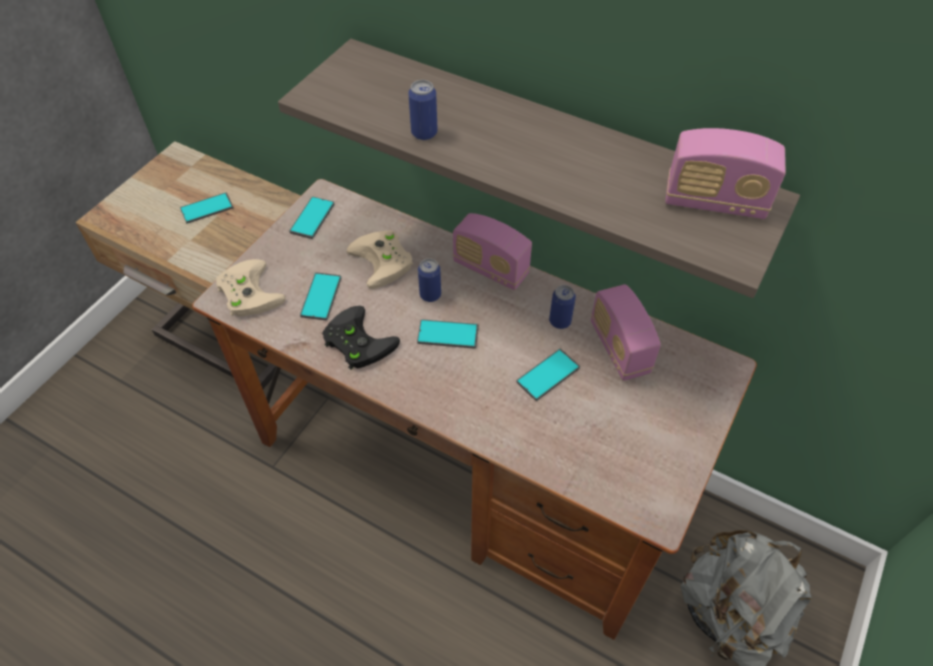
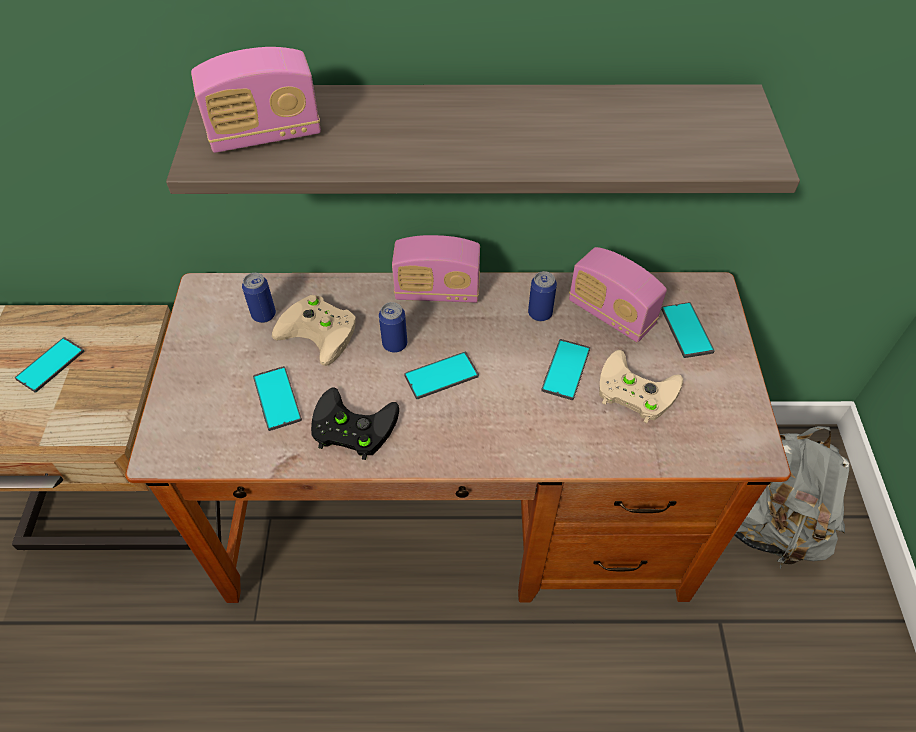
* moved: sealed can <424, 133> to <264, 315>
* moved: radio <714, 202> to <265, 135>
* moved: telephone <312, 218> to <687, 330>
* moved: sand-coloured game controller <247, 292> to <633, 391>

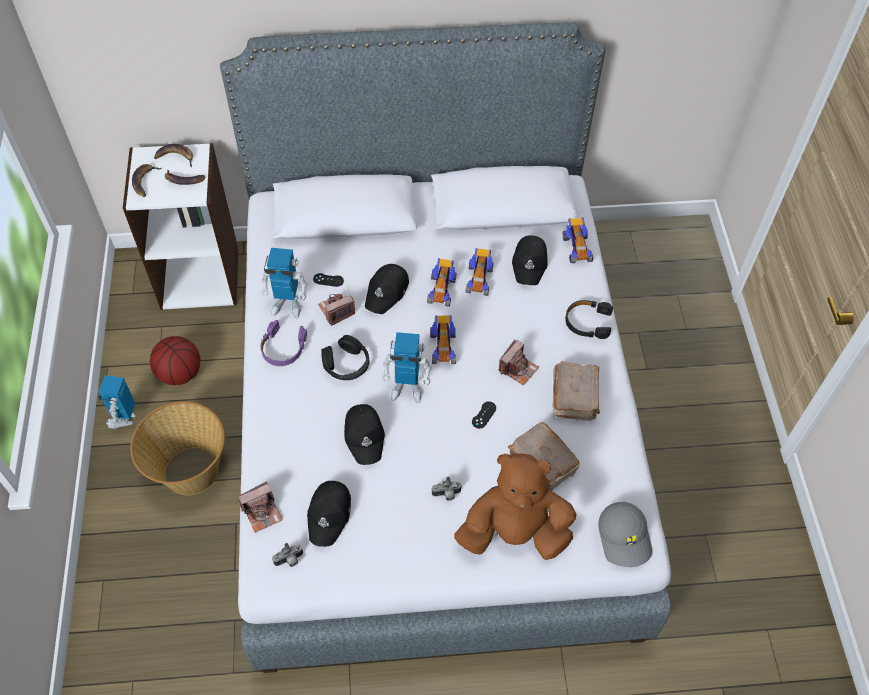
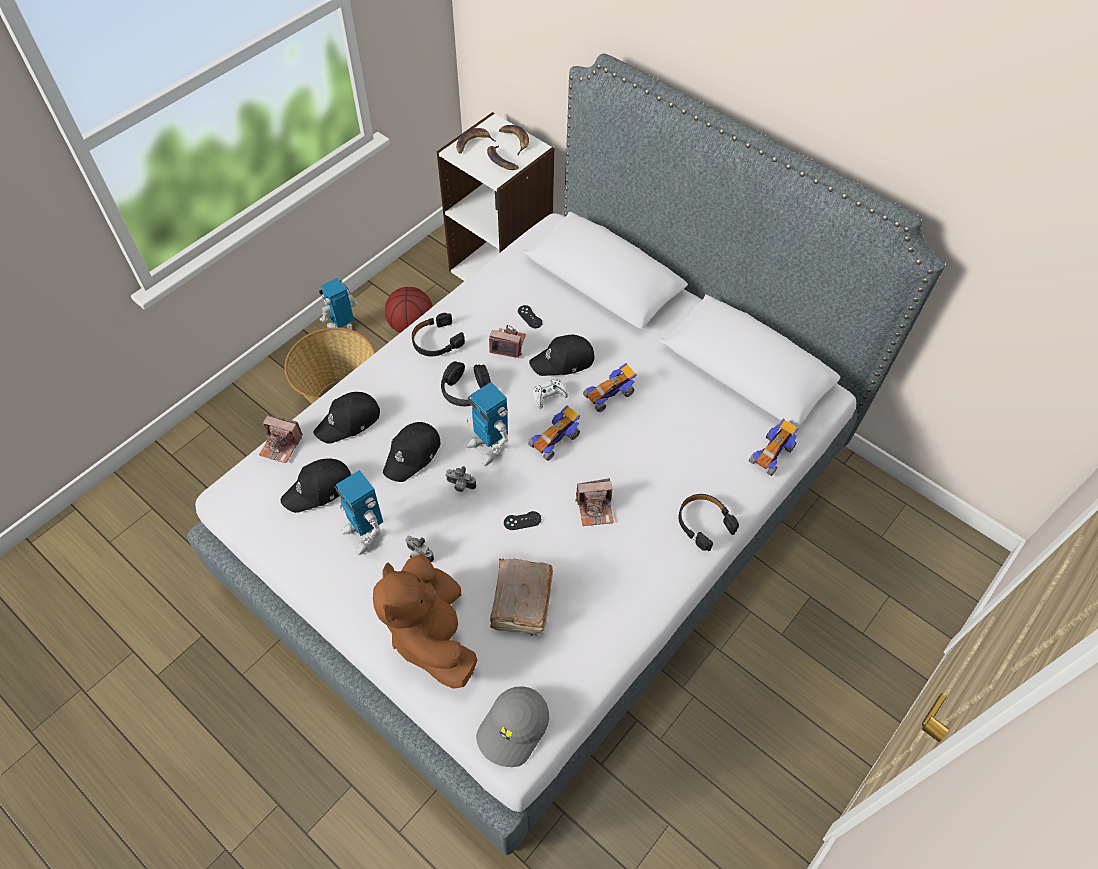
* moved: blackish cap <530, 263> to <349, 421>
* moved: toy robot <287, 305> to <365, 533>
* removed: toy car <479, 279>
* recoloured: purple-coloured pair of headphones <283, 348> to blackish pair of headphones <436, 341>
* removed: brown book <575, 396>
* turned: brown plush toy <514, 533> = <432, 635> 150 degrees counterclockwise
* moved: photo camera <289, 561> to <460, 486>
* added: white game controller <549, 396>

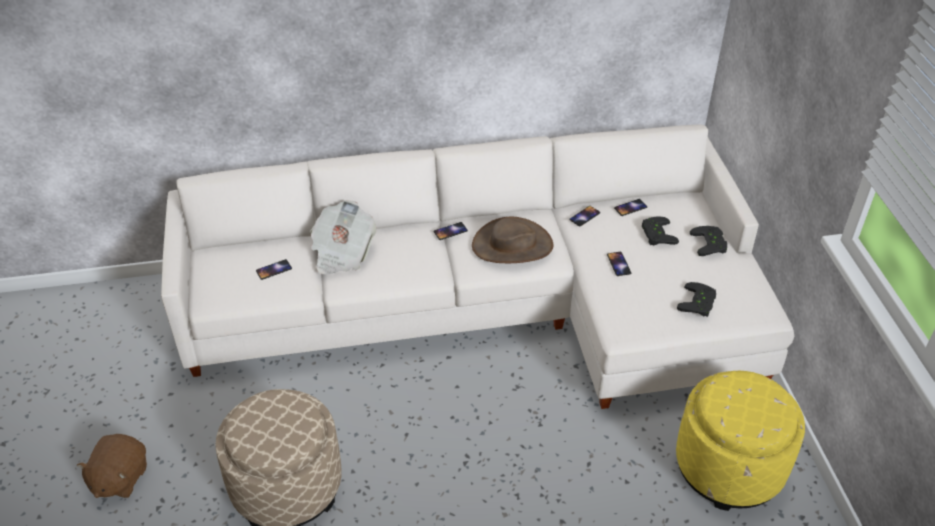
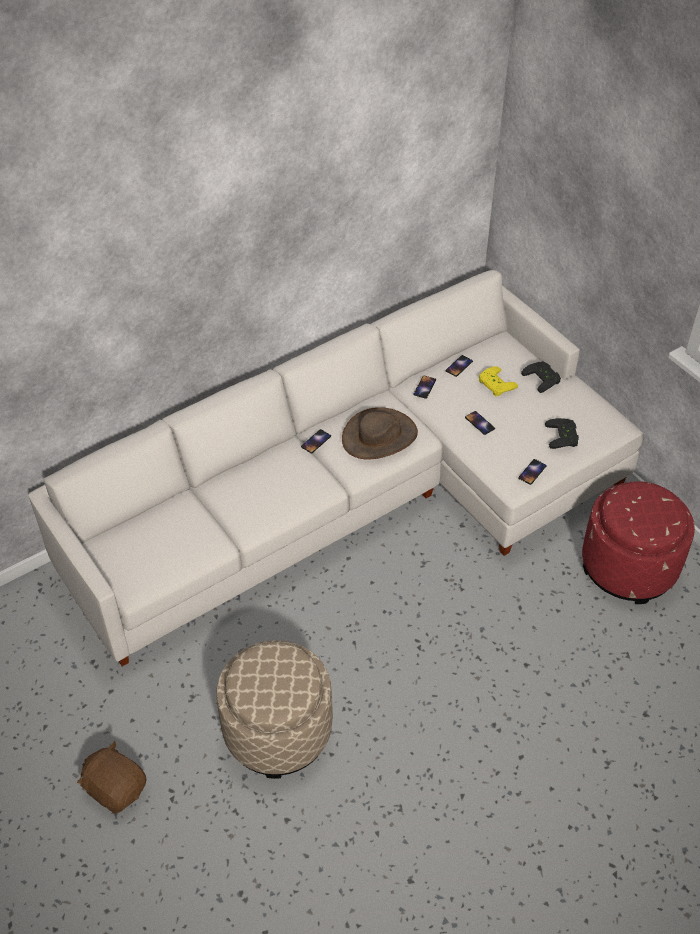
* removed: daily paper <342, 253>
* recoloured: blackish game controller <656, 234> to yellowish game controller <494, 384>
* moved: telephone <274, 270> to <532, 472>
* recoloured: yellowish pouffe <729, 466> to red-coloured pouffe <629, 566>
* turned: brown plush toy <119, 478> = <116, 788> 135 degrees clockwise

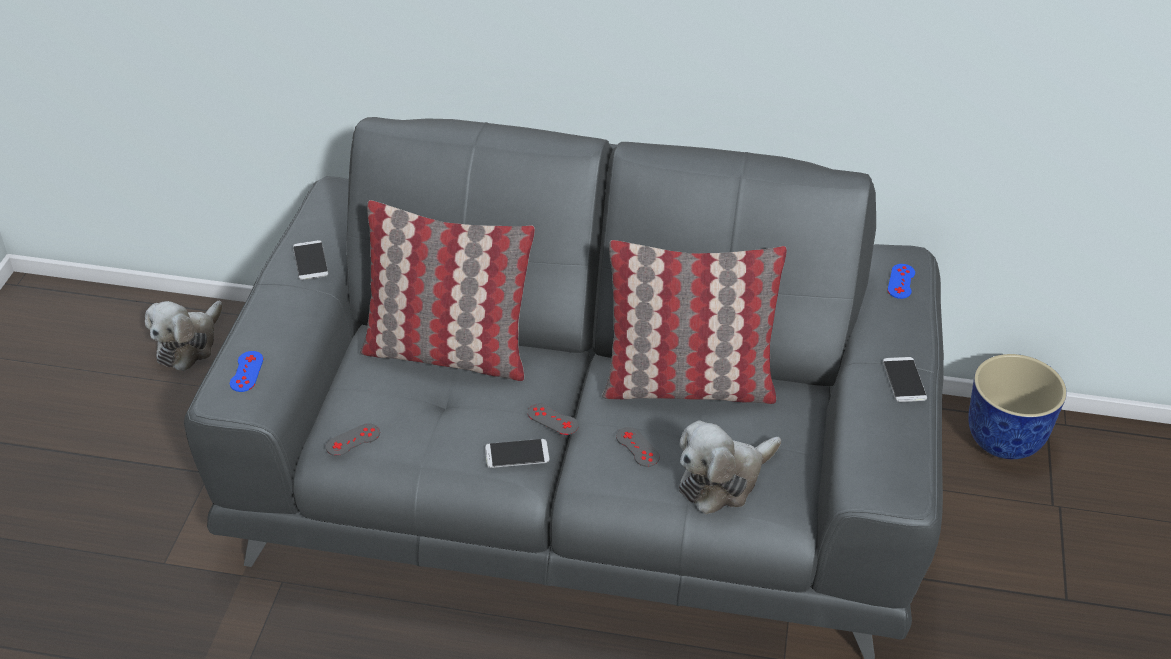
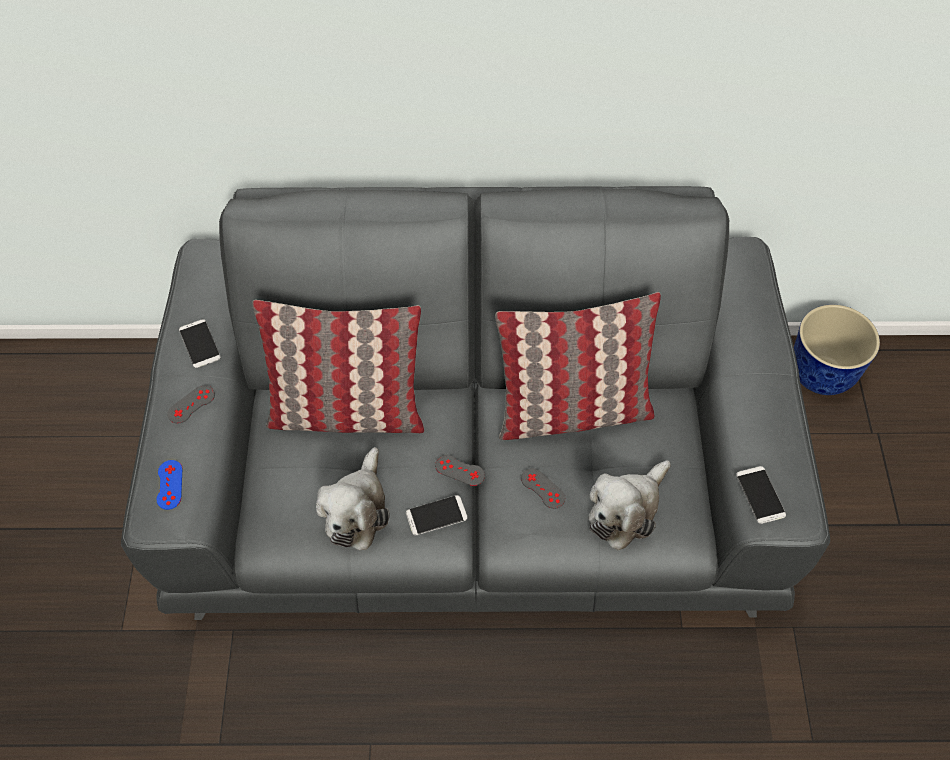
* removed: blue game controller <901, 281>
* moved: plush toy <189, 344> to <357, 510>
* moved: telephone <904, 380> to <760, 495>
* moved: greyish game controller <353, 440> to <191, 404>

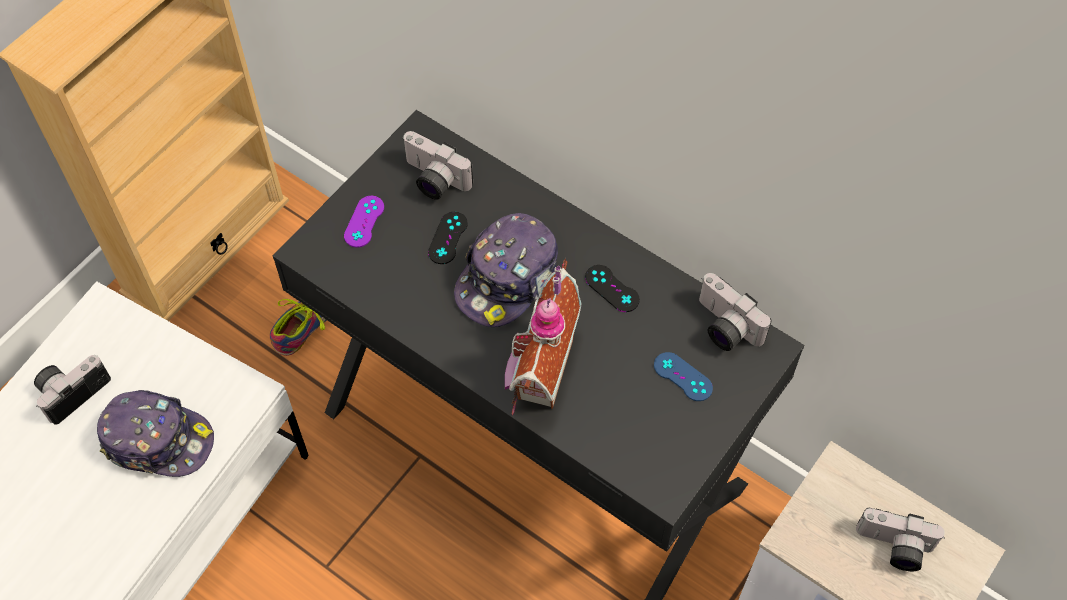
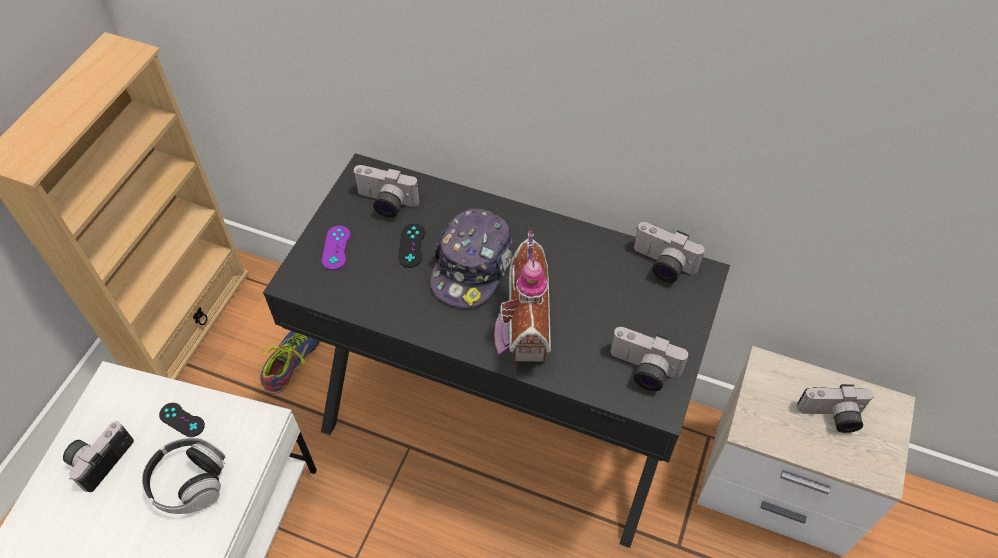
* moved: blackish game controller <612, 288> to <182, 420>
* removed: blue game controller <683, 377>
* replaced: cap <158, 440> to pair of headphones <189, 483>
* added: photo camera <642, 371>

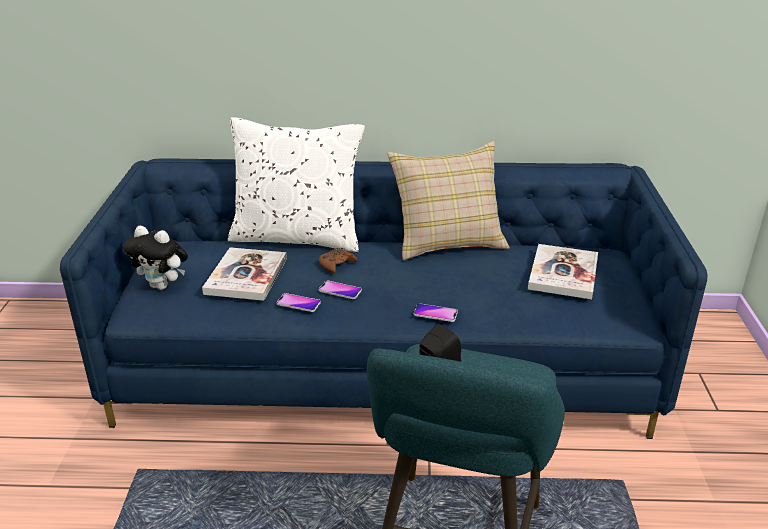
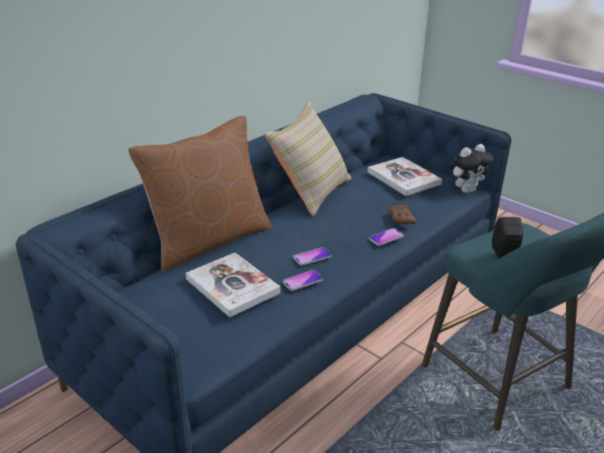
* recoloured: white throw pillow <297, 237> to brown throw pillow <208, 240>
* moved: plush toy <163, 286> to <466, 190>
* moved: brown game controller <336, 264> to <401, 218>

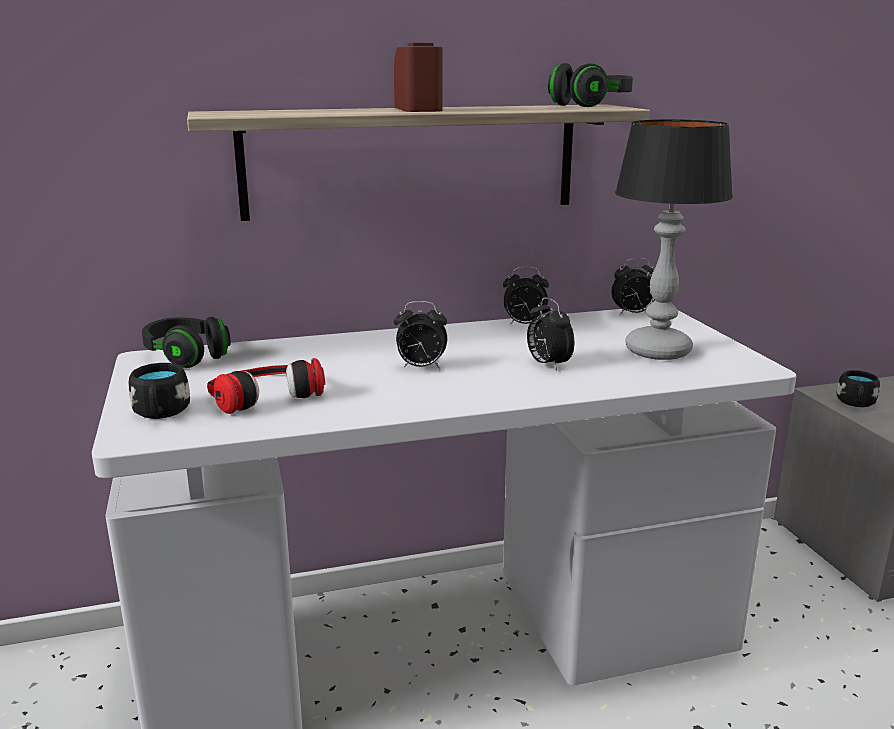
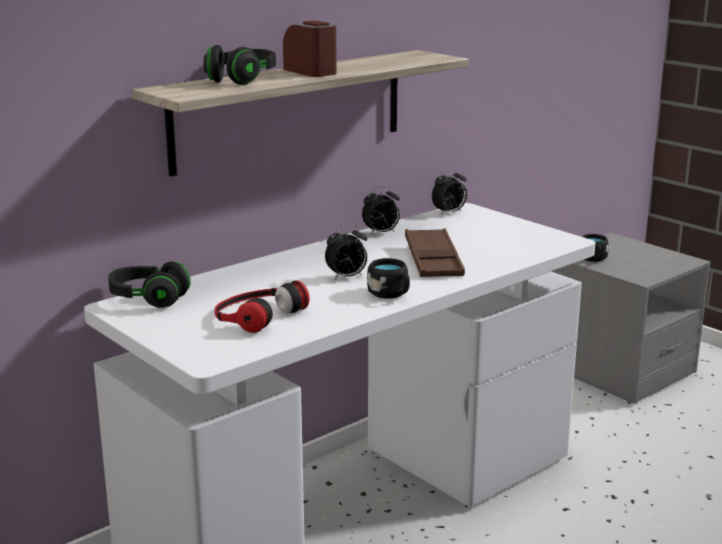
* moved: blackish pair of headphones <591, 105> to <242, 79>
* removed: table lamp <658, 350>
* replaced: alarm clock <547, 365> to brown carrying tray <433, 260>
* moved: blackish tea mug <161, 413> to <391, 294>

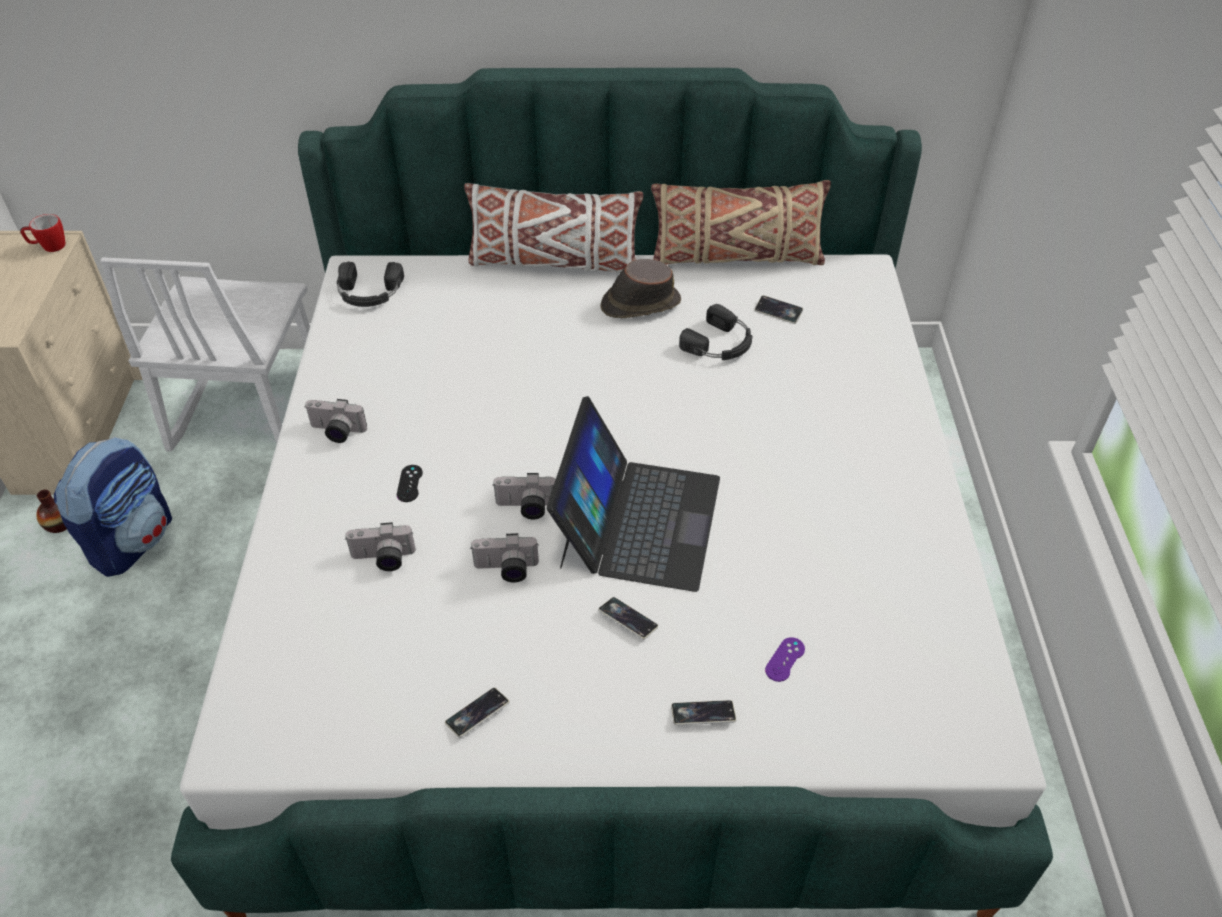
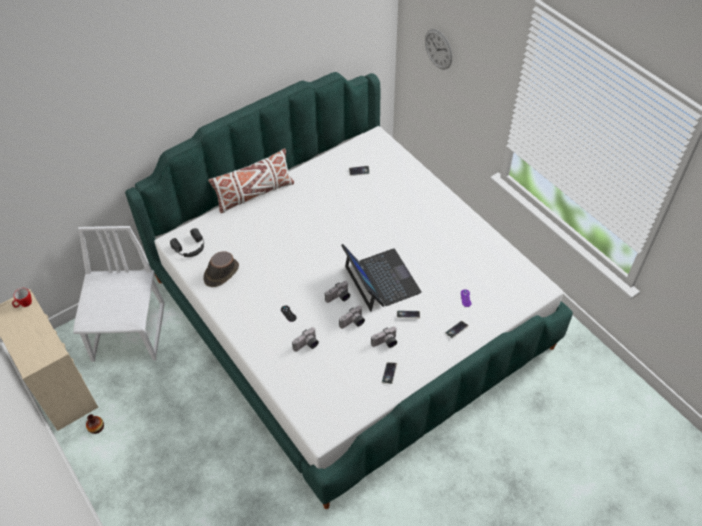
* removed: sand-coloured throw pillow <736, 258>
* turned: white chair <246, 411> = <130, 332> 150 degrees counterclockwise
* moved: brown clothing hat <639, 304> to <221, 273>
* removed: blackish pair of headphones <720, 344>
* moved: photo camera <336, 432> to <385, 343>
* removed: knapsack <133, 540>
* added: wall clock <438, 49>

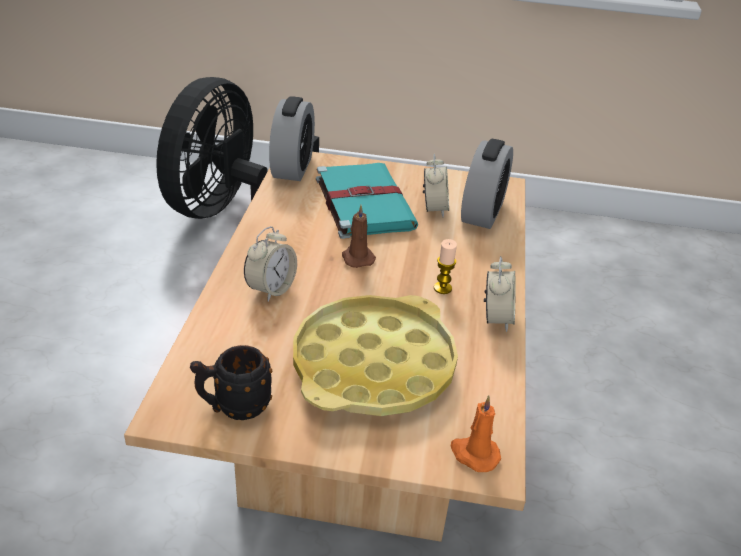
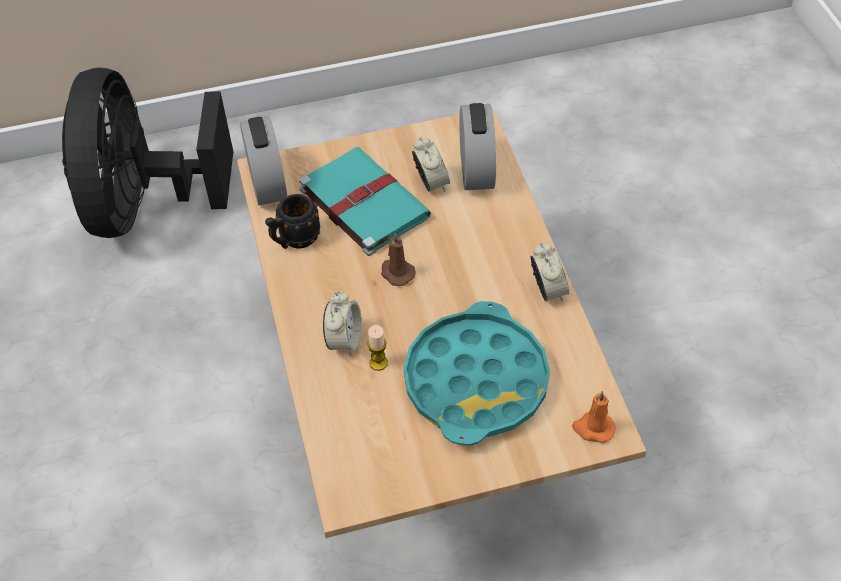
* moved: wax candle <442, 288> to <378, 363>
* recoloured: yellowish carrying tray <374, 365> to blue-green carrying tray <476, 381>
* moved: blackish tea mug <234, 407> to <294, 240>

